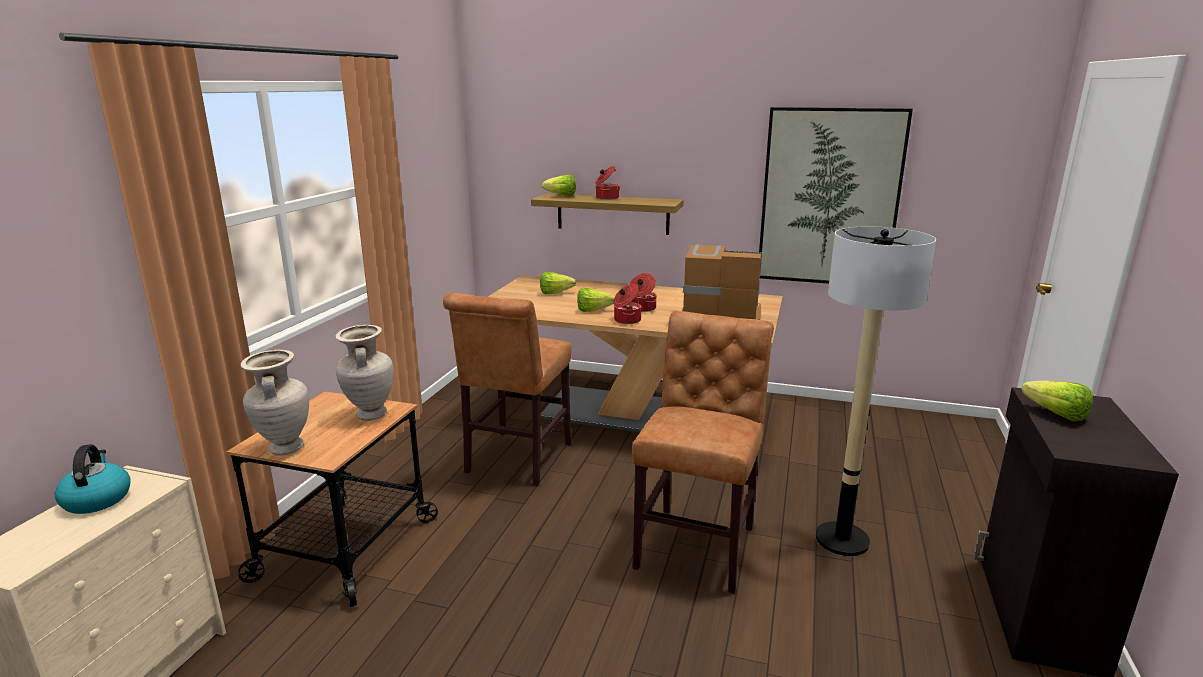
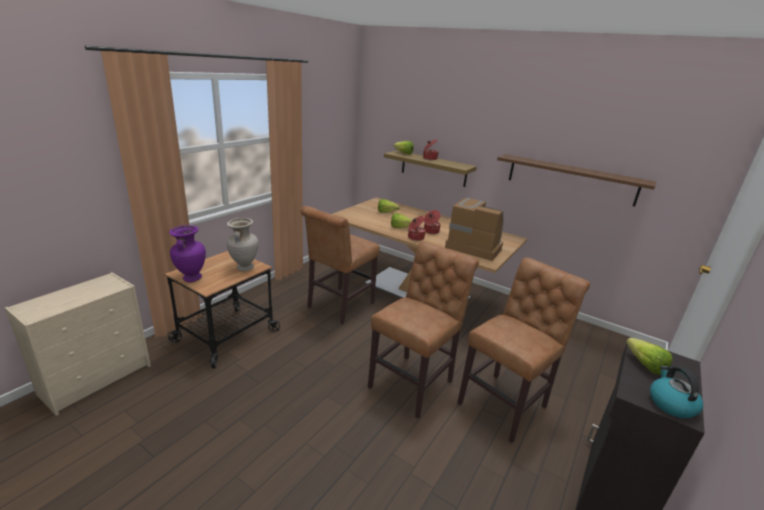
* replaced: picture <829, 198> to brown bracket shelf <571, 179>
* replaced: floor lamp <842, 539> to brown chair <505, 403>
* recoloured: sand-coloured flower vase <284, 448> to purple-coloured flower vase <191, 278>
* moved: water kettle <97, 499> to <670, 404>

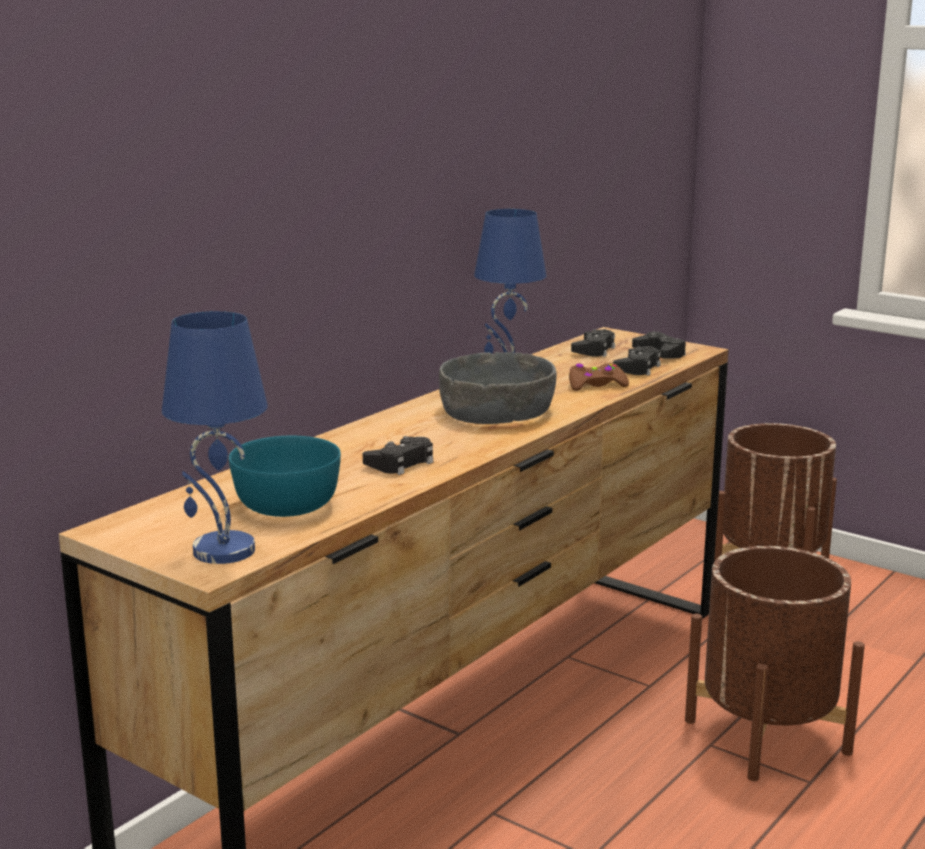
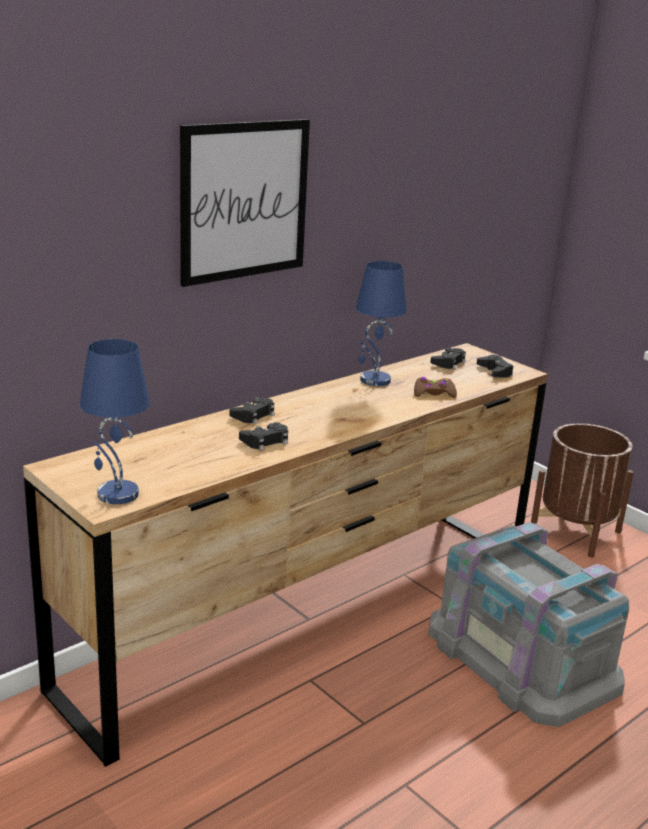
* moved: blackish game controller <637, 368> to <253, 415>
* removed: greyish deep dish <497, 409>
* removed: blue-green deep dish <288, 505>
* replaced: brown flower pot <766, 736> to greyish storage bin <521, 657>
* added: picture <244, 200>

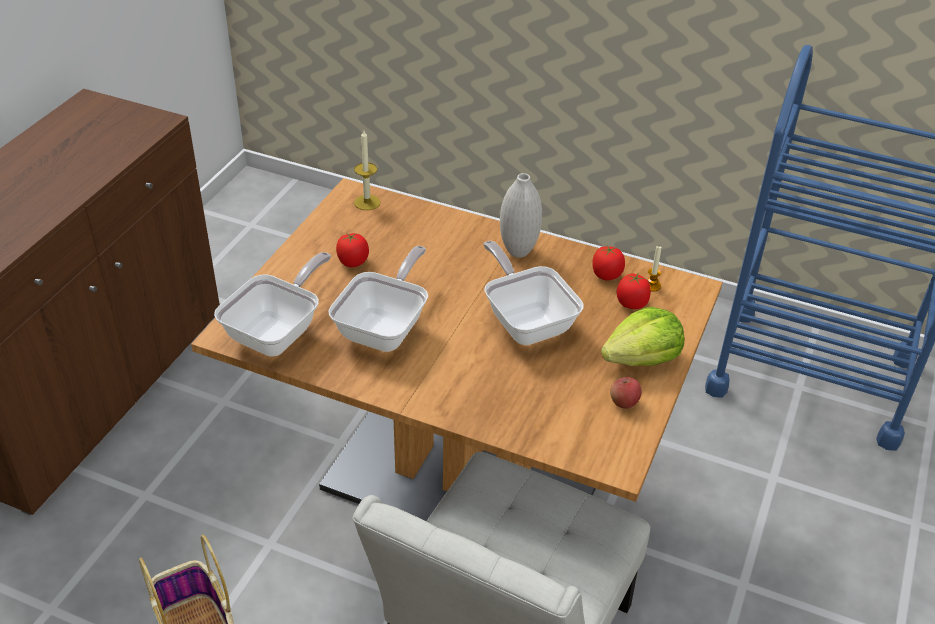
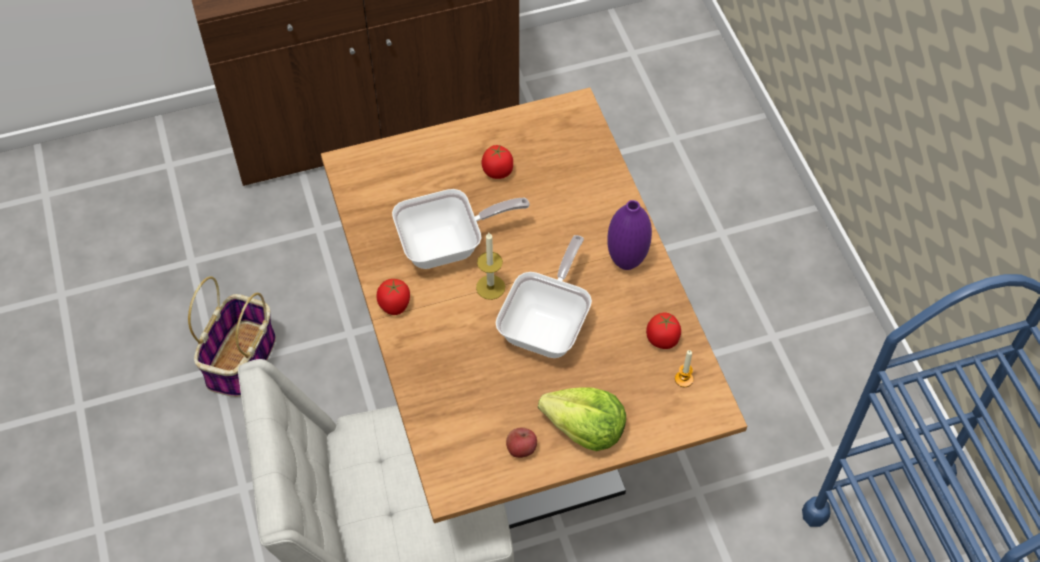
* moved: wax candle <367, 202> to <490, 287>
* recoloured: white flower vase <518, 251> to purple-coloured flower vase <626, 261>
* removed: pan <278, 332>
* moved: tomato <632, 304> to <394, 306>

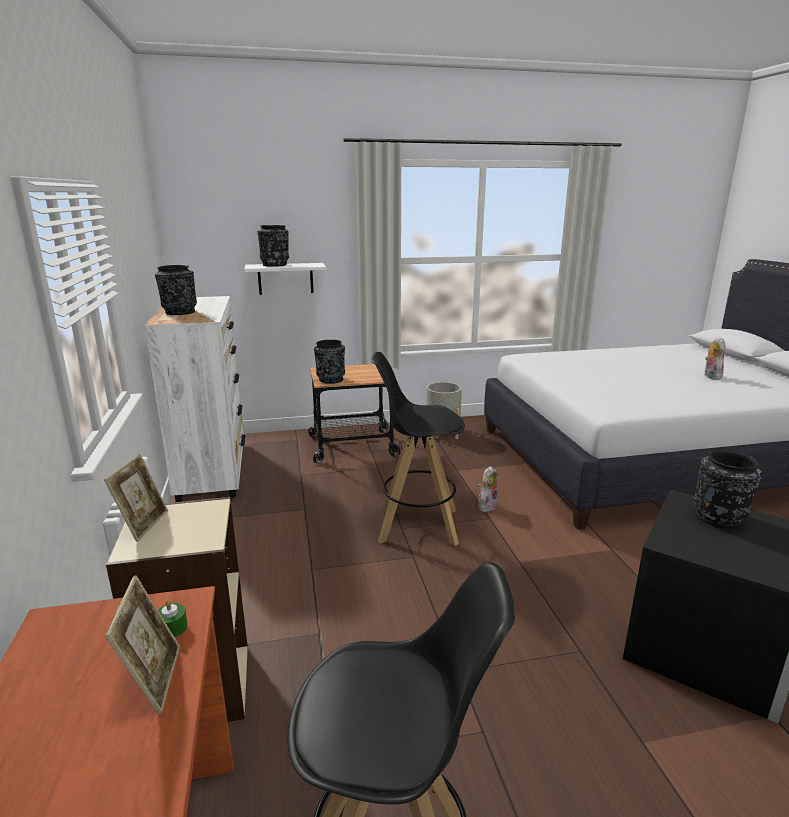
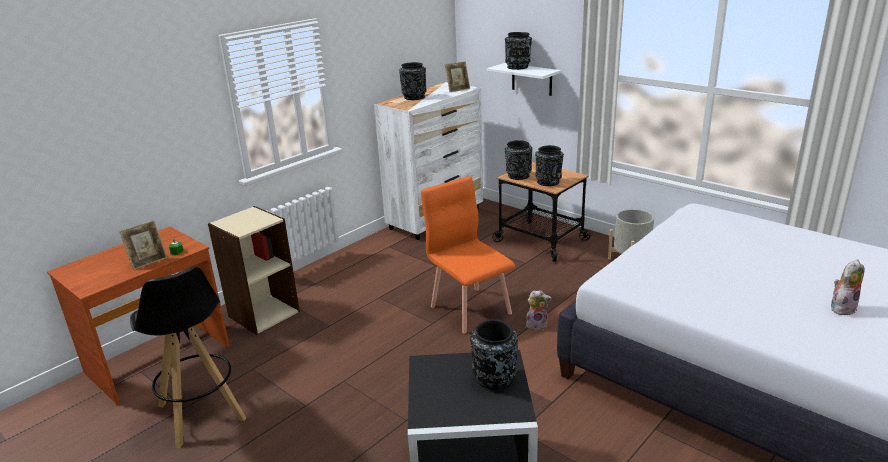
* replaced: blackish stool seat <417, 525> to orange chair <470, 309>
* moved: standing frame <143, 524> to <458, 90>
* added: blackish flower vase <548, 182>

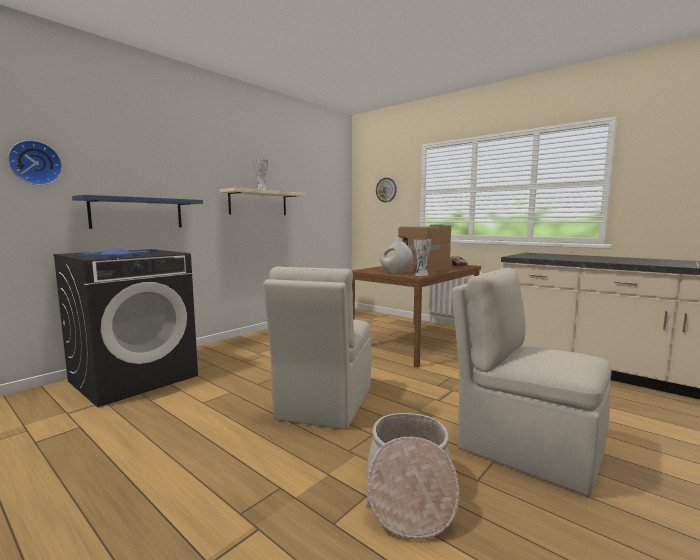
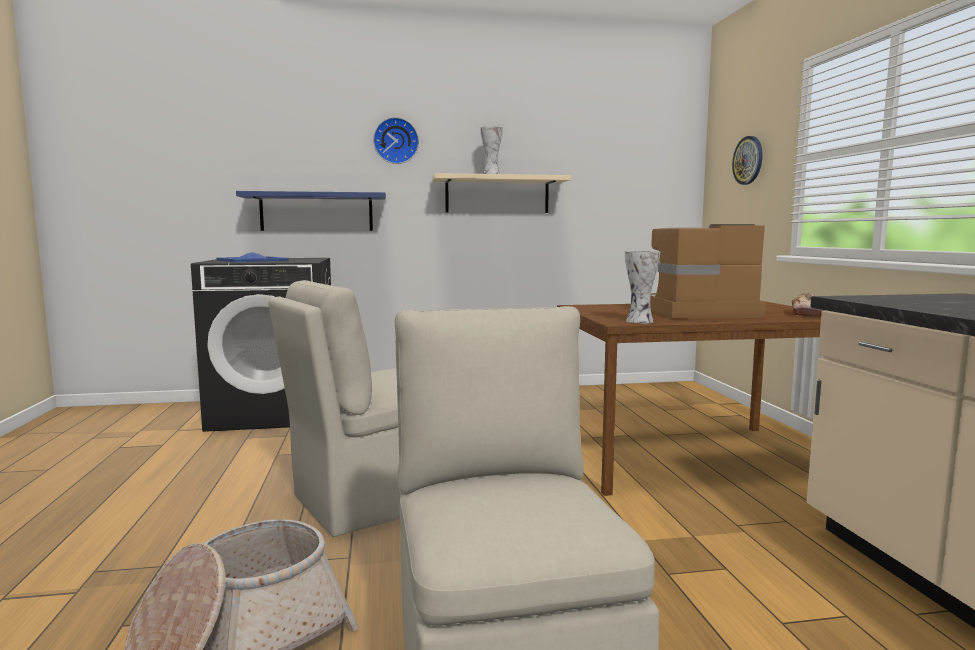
* moved: wall clock <35, 163> to <396, 141>
* removed: white flower vase <395, 273>

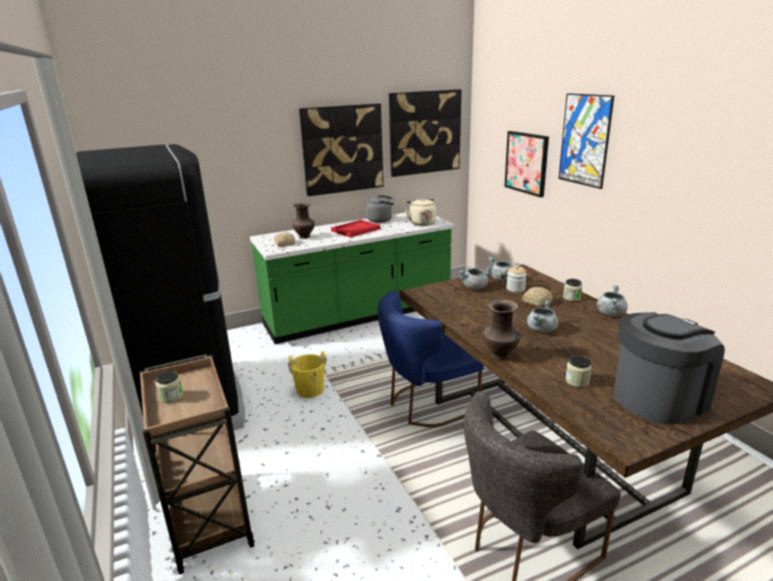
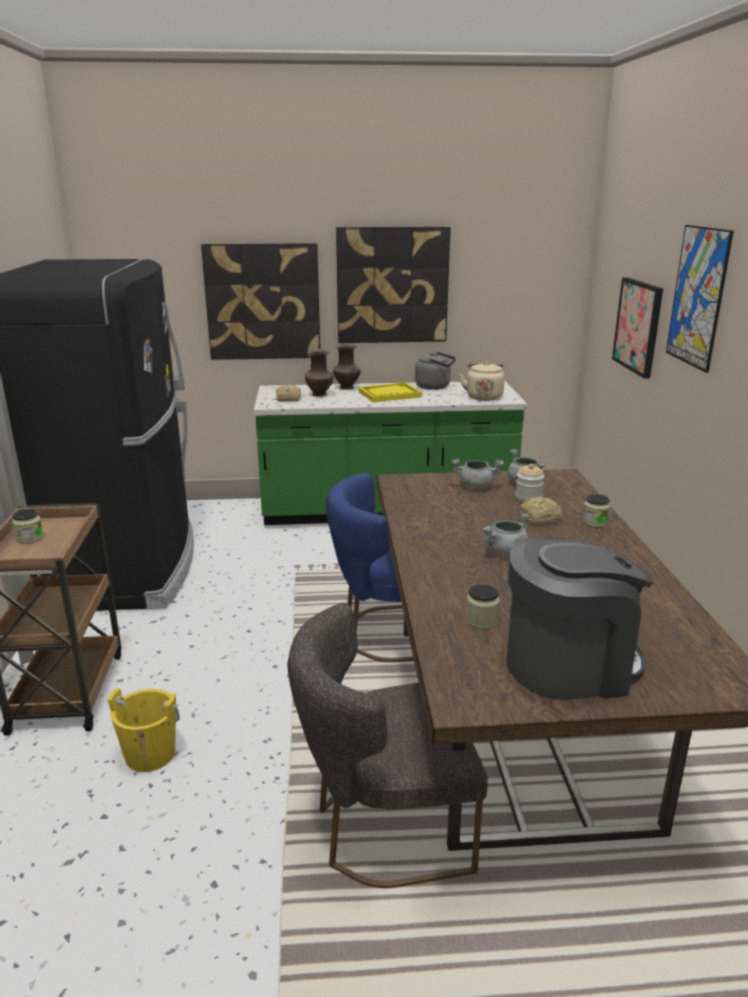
* moved: picture <424, 132> to <263, 302>
* recoloured: red-coloured carrying tray <355, 230> to yellowish carrying tray <389, 394>
* removed: greyish cooking pot <610, 313>
* moved: brown flower vase <501, 355> to <347, 388>
* moved: yellowish bucket <310, 390> to <150, 754>

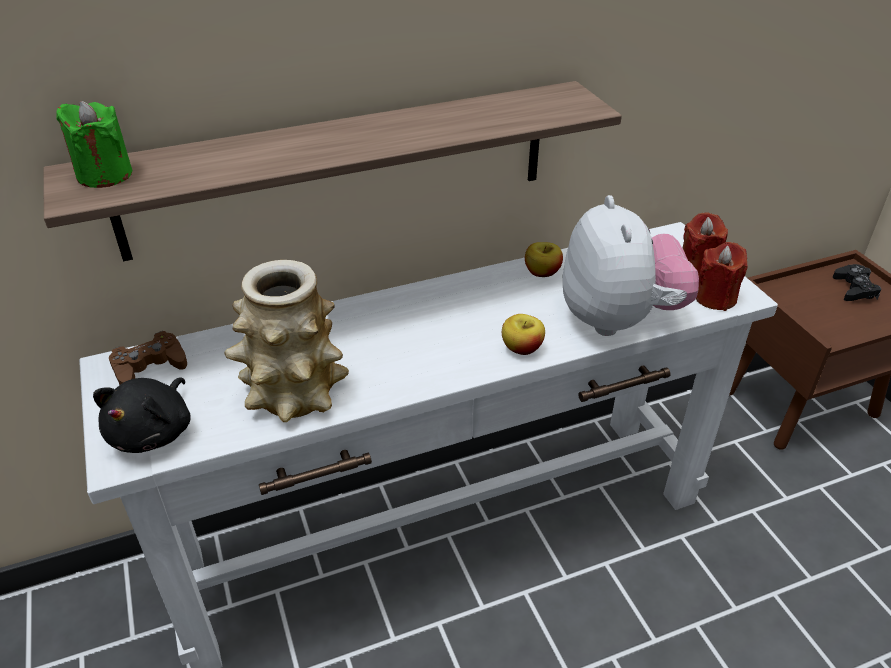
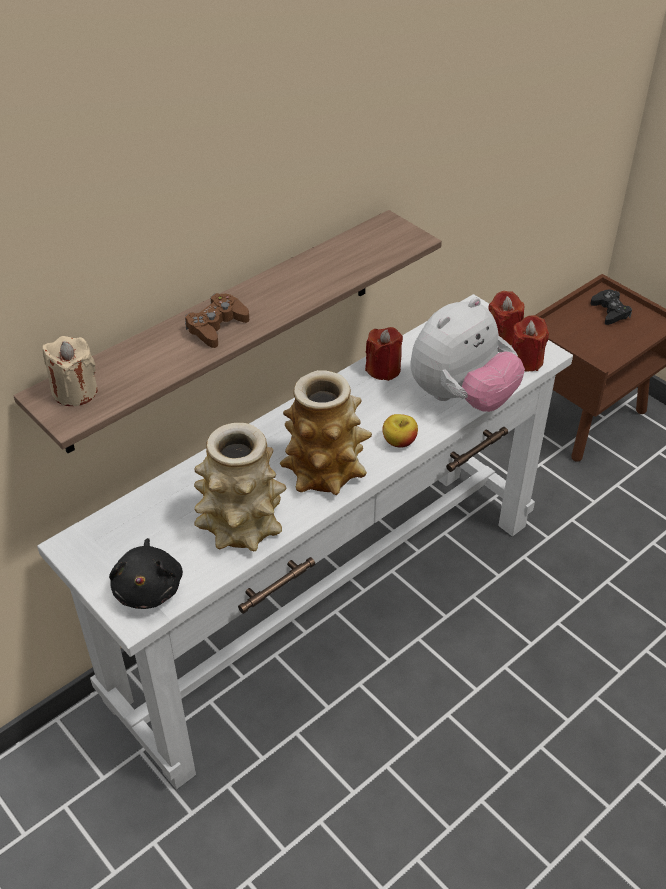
* recoloured: green wax candle <105, 175> to sand-coloured wax candle <75, 391>
* turned: plush toy <619, 319> = <461, 397> 75 degrees clockwise
* replaced: apple <542, 272> to red-coloured wax candle <383, 369>
* moved: brown game controller <149, 366> to <216, 326>
* added: flower vase <325, 471>

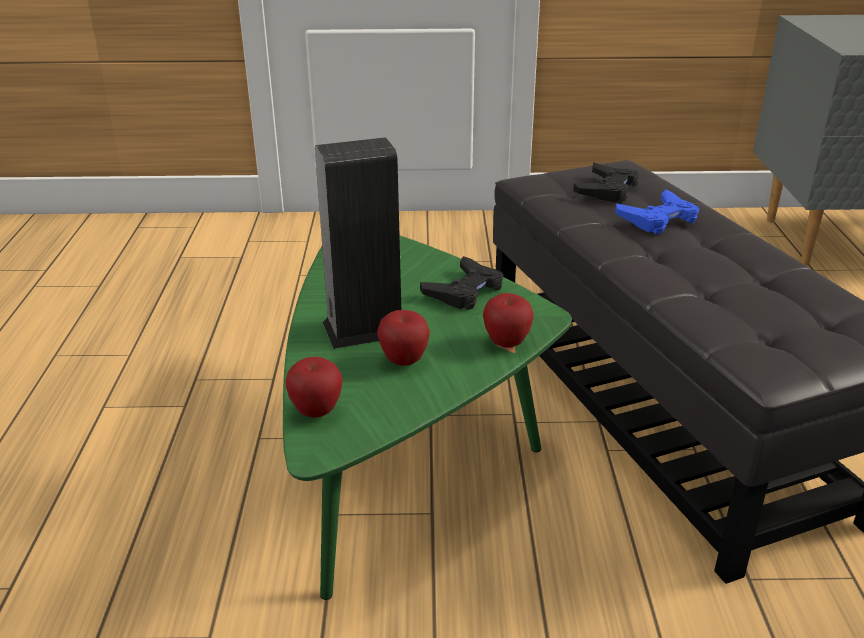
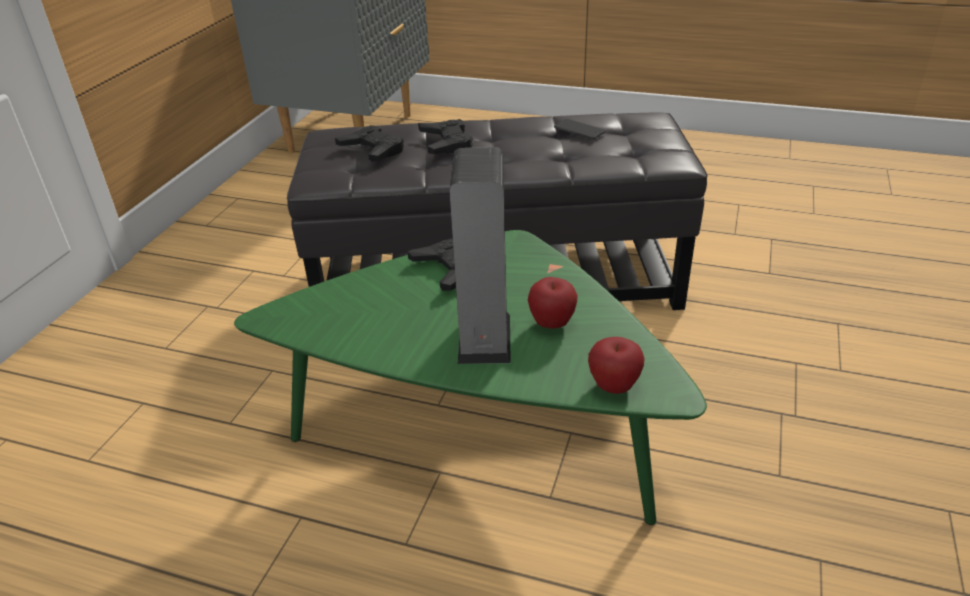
* recoloured: blue game controller <658, 219> to blackish game controller <446, 143>
* removed: apple <506, 343>
* added: telephone <579, 130>

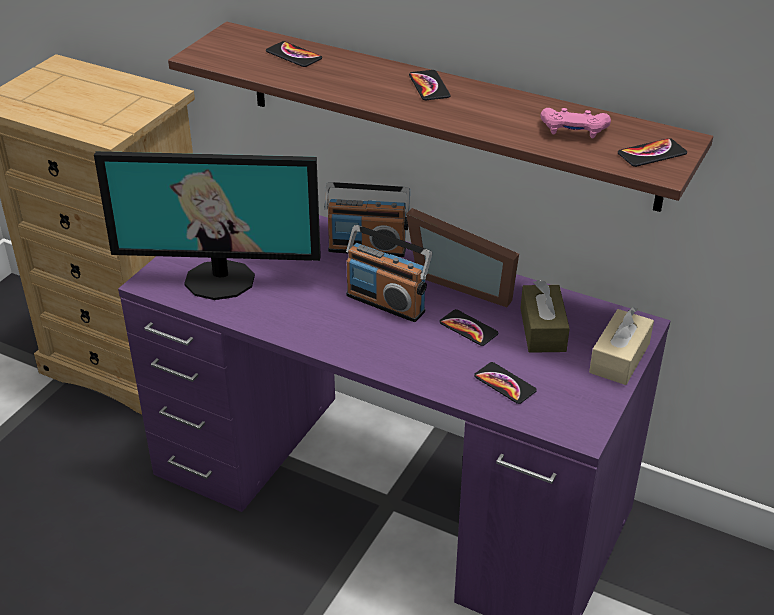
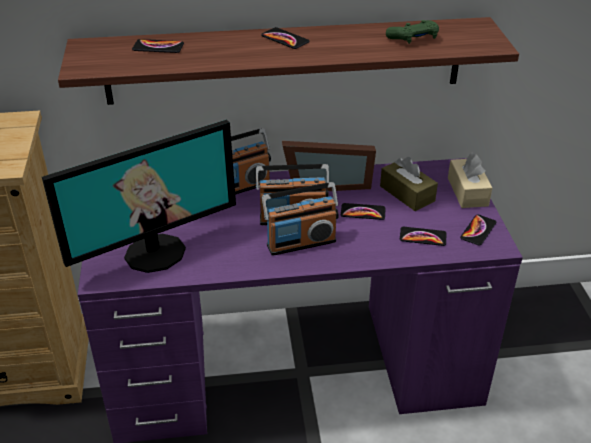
* recoloured: pink game controller <573, 131> to green game controller <413, 39>
* moved: telephone <652, 154> to <478, 230>
* added: radio <301, 243>

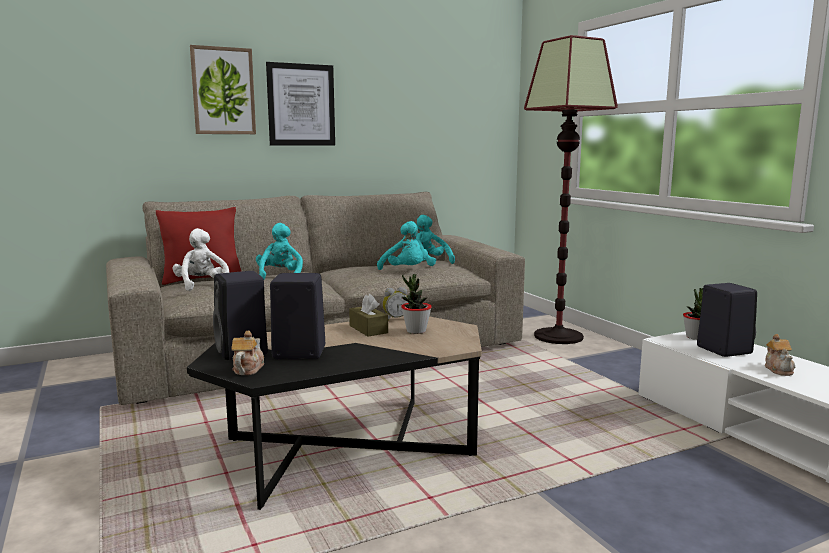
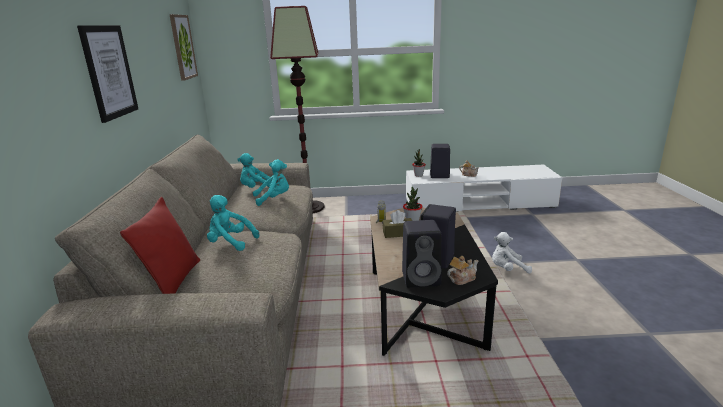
* moved: picture <223, 91> to <182, 47>
* moved: white plush toy <202, 286> to <507, 269>
* turned: pot for tea <247, 369> = <462, 279> 120 degrees clockwise

